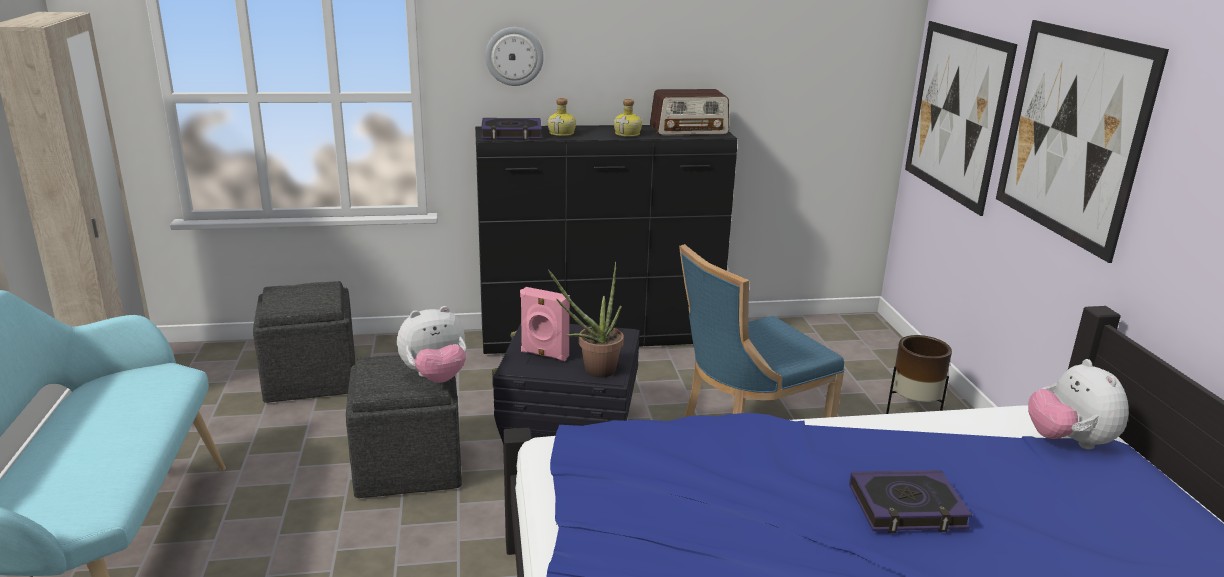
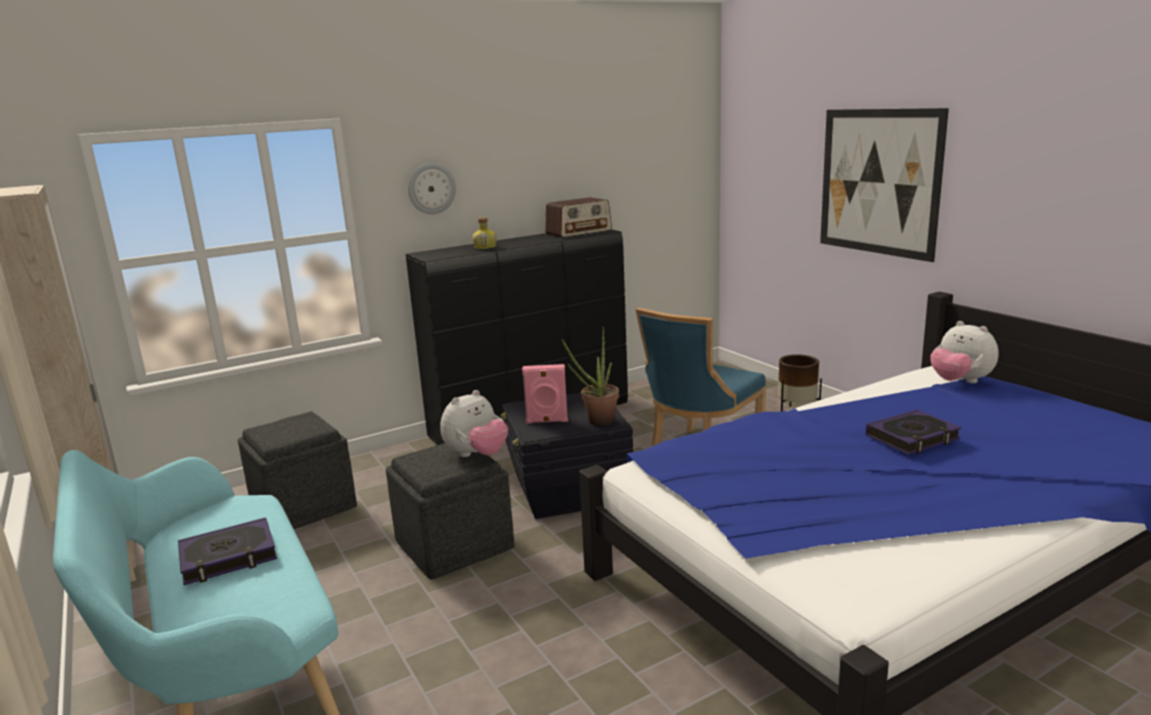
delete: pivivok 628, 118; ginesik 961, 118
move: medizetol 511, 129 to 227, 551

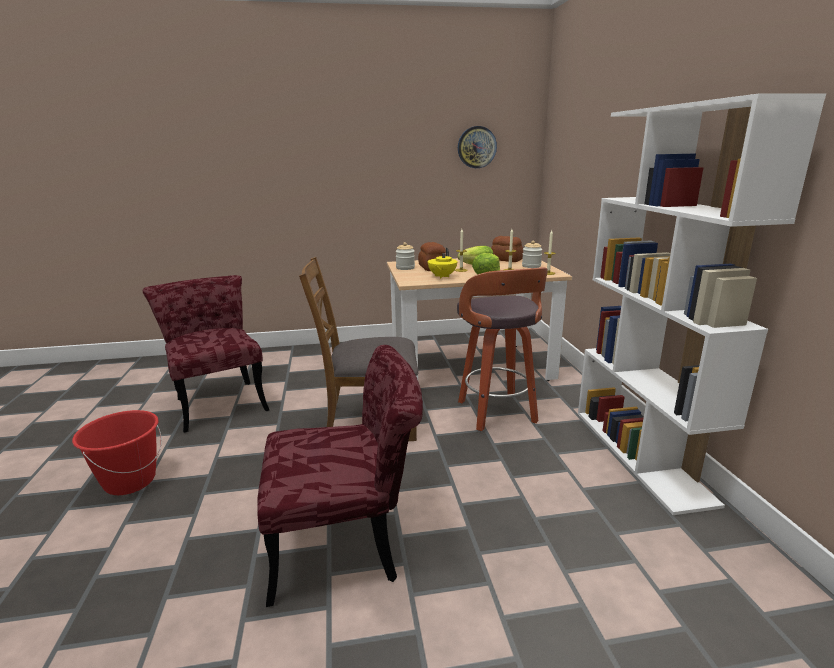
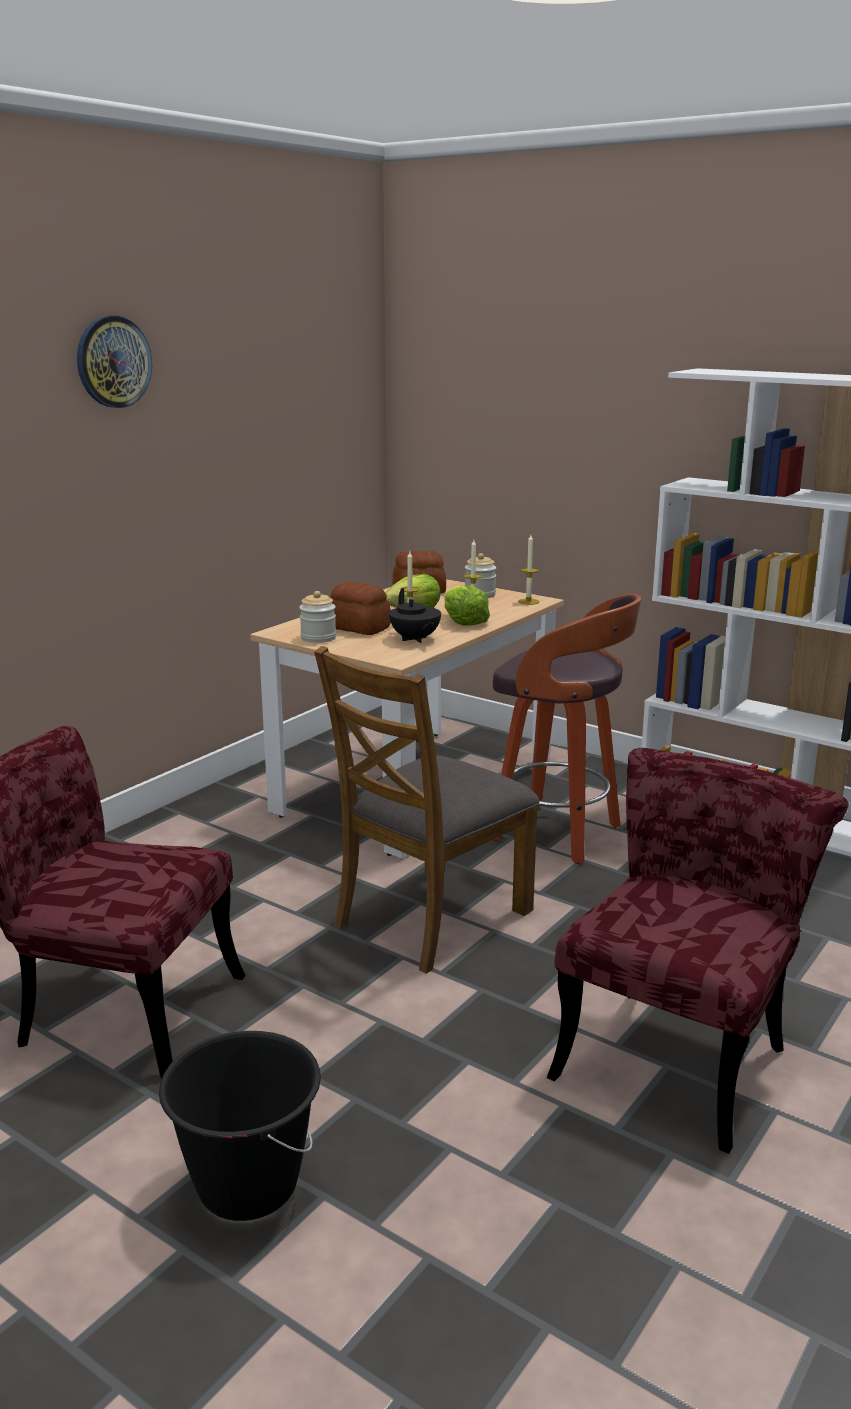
move: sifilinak 477, 147 to 114, 361
recolor: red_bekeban 117, 452 to black_bekeban 240, 1126; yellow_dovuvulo 442, 263 to black_dovuvulo 415, 615

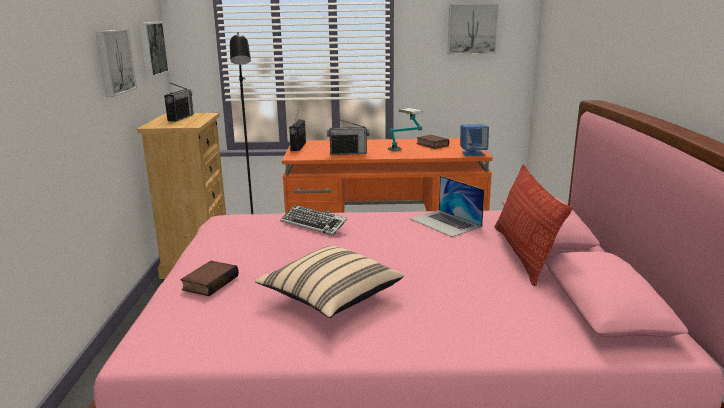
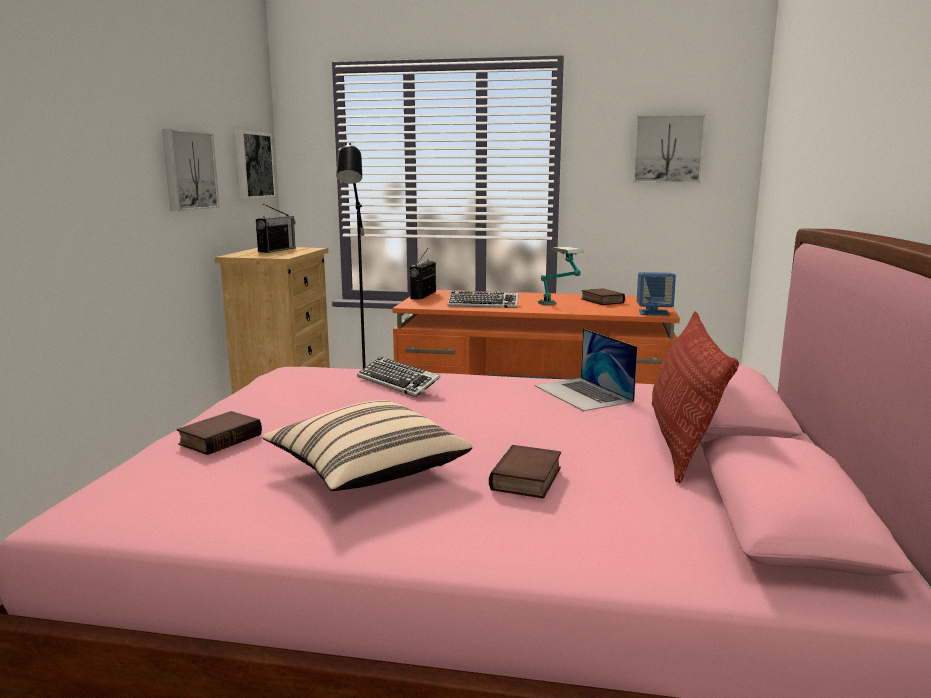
insert: medizetol 525, 472
replace: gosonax 348, 136 to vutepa 483, 299

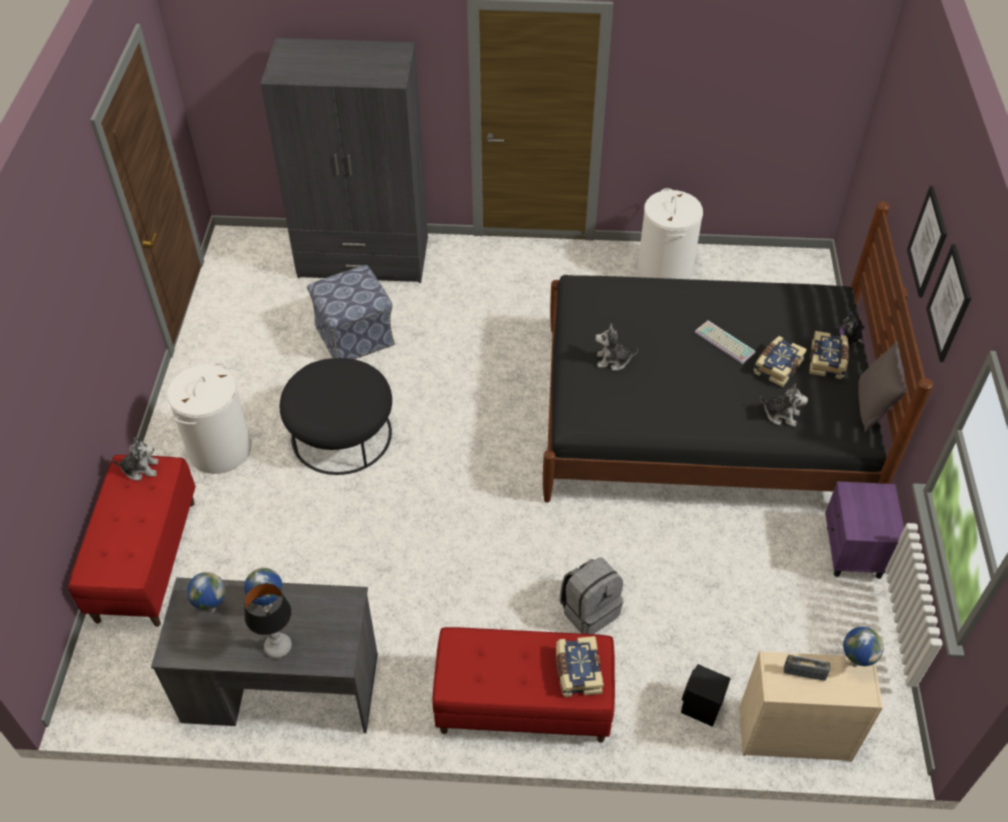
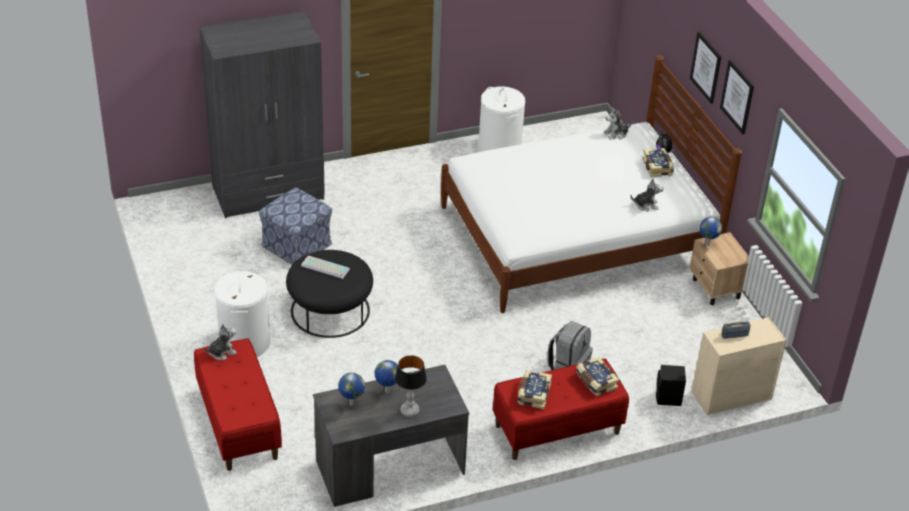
delete: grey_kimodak 882, 386
move: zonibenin 616, 347 to 618, 124; vutepa 725, 342 to 325, 267; medizetol 780, 361 to 535, 389; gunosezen 863, 647 to 710, 231
recolor: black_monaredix 738, 352 to white_monaredix 591, 184; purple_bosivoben 864, 530 to beige_bosivoben 719, 268

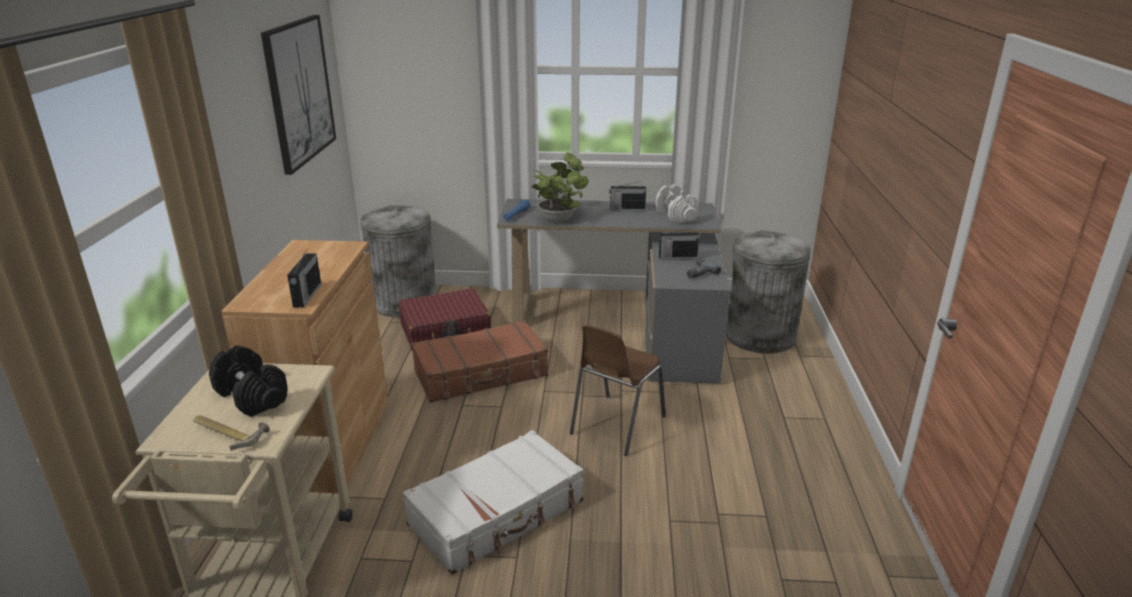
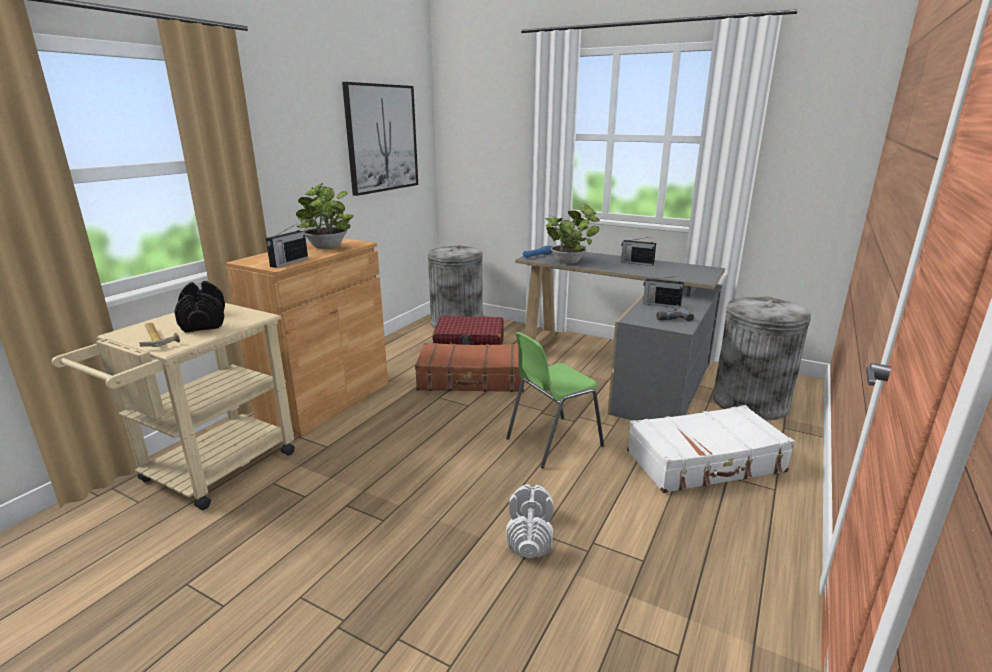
insert: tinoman 325, 216
move: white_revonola 493, 502 to 711, 449; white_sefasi 677, 204 to 529, 521
recolor: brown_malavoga 618, 390 to green_malavoga 555, 400

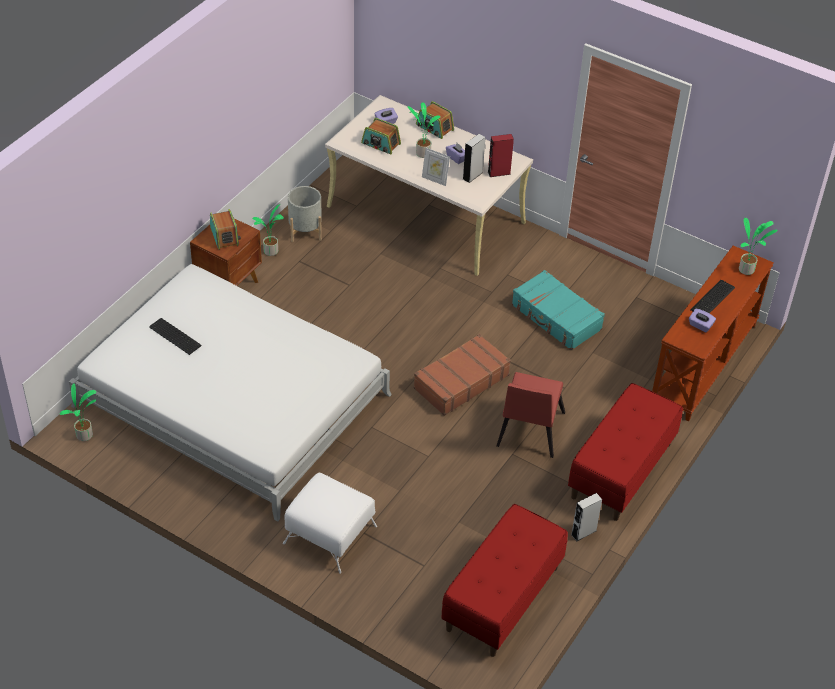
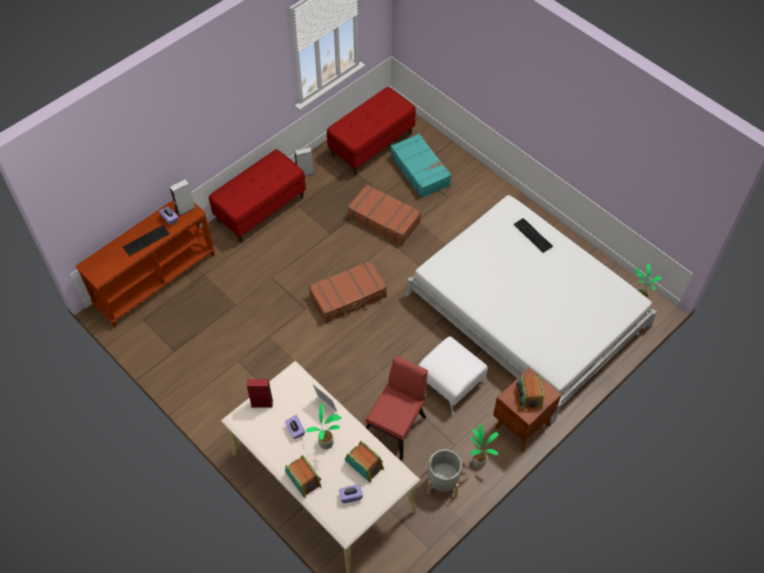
delete: tinoman 758, 246
insert: brown_revonola 384, 214
move: vutepa 175, 336 to 533, 235; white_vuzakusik 330, 523 to 453, 375; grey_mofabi 474, 158 to 183, 197; red_malavoga 530, 415 to 397, 407; turquoise_revonola 558, 310 to 420, 166

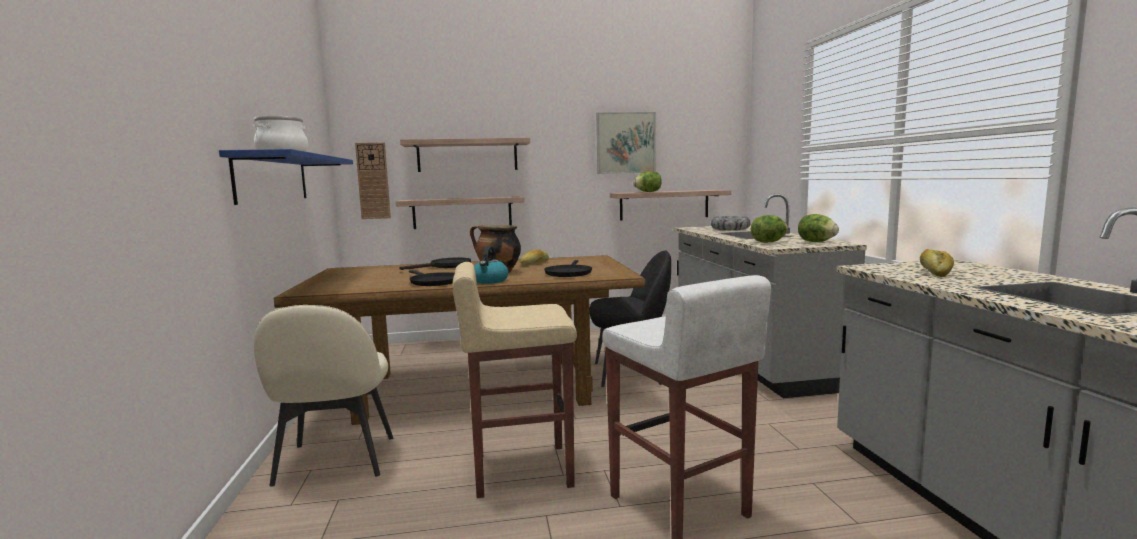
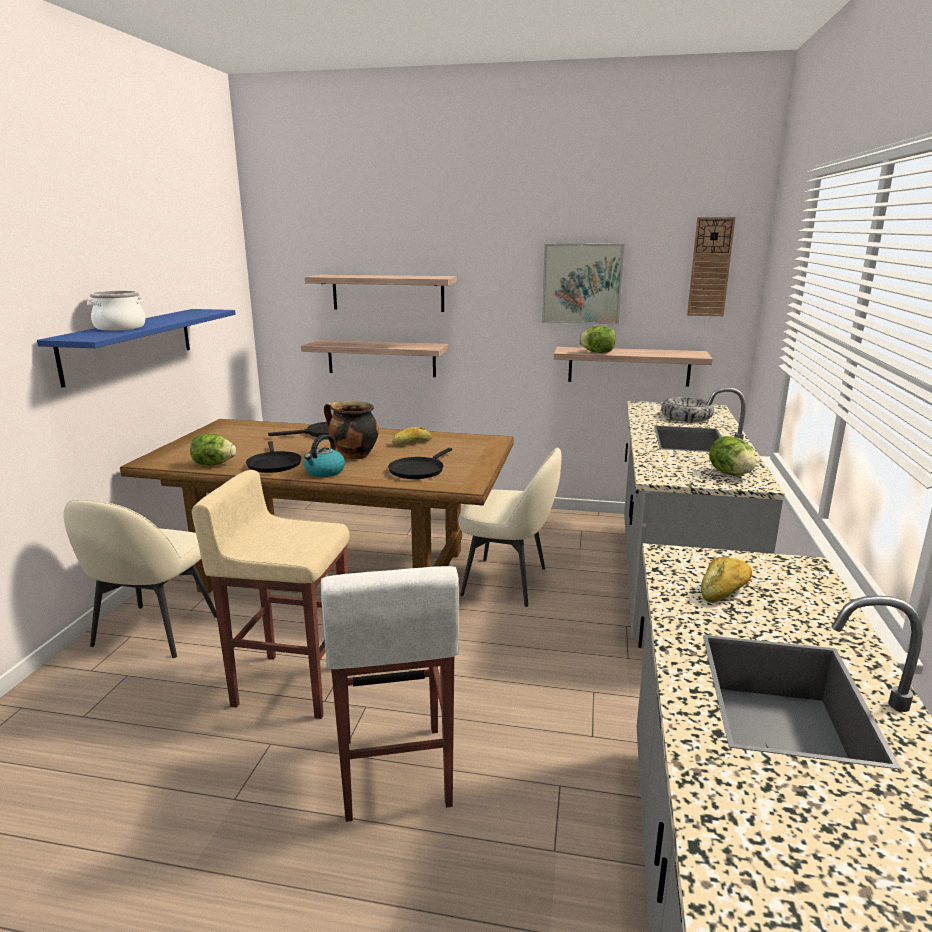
move: sifilinak 373, 181 to 711, 266; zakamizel 769, 229 to 213, 449
recolor: black_malavoga 630, 319 to beige_malavoga 510, 527

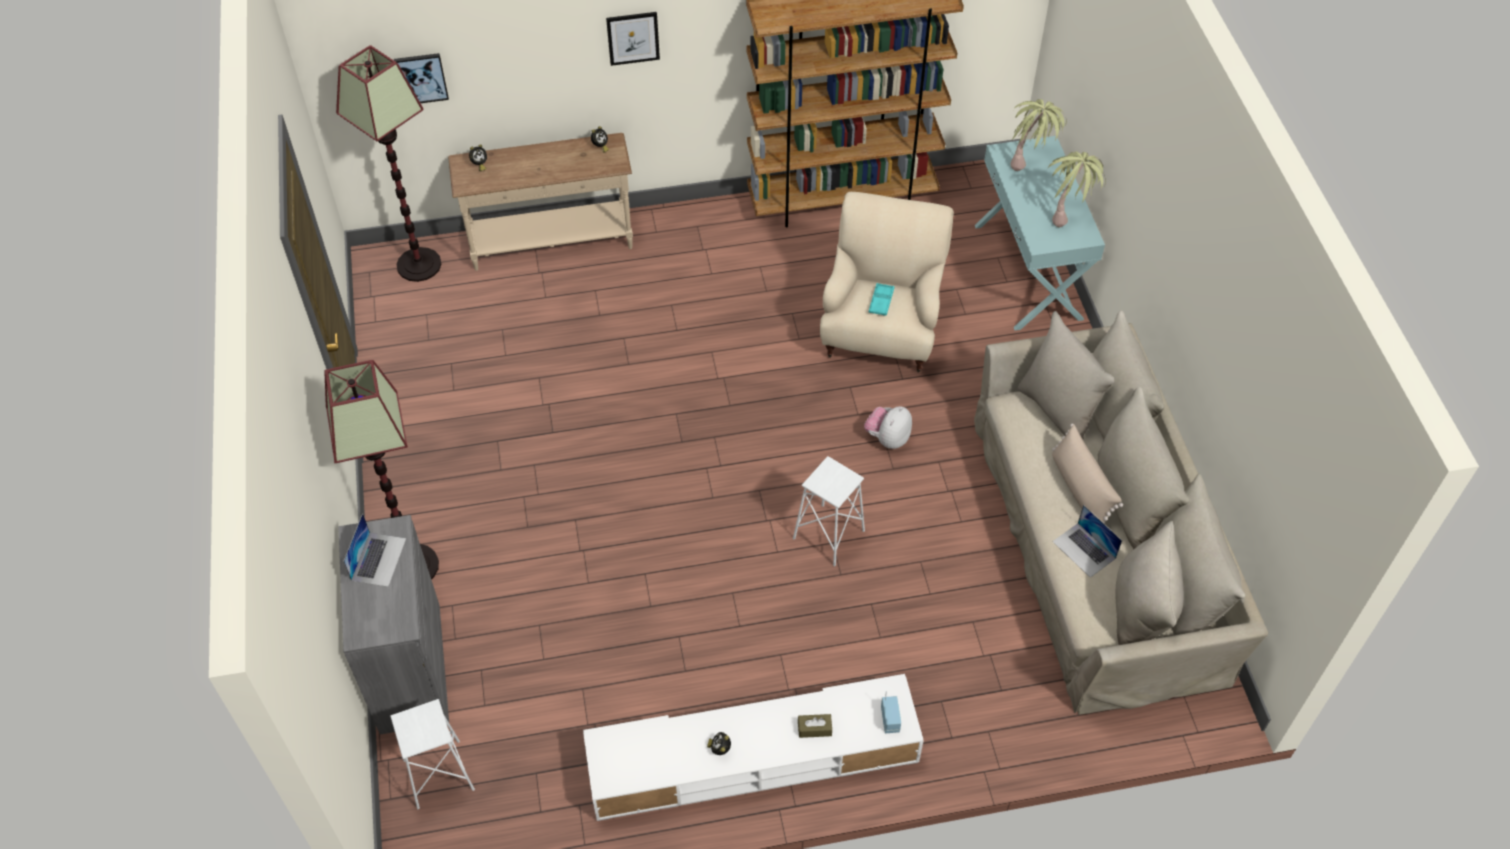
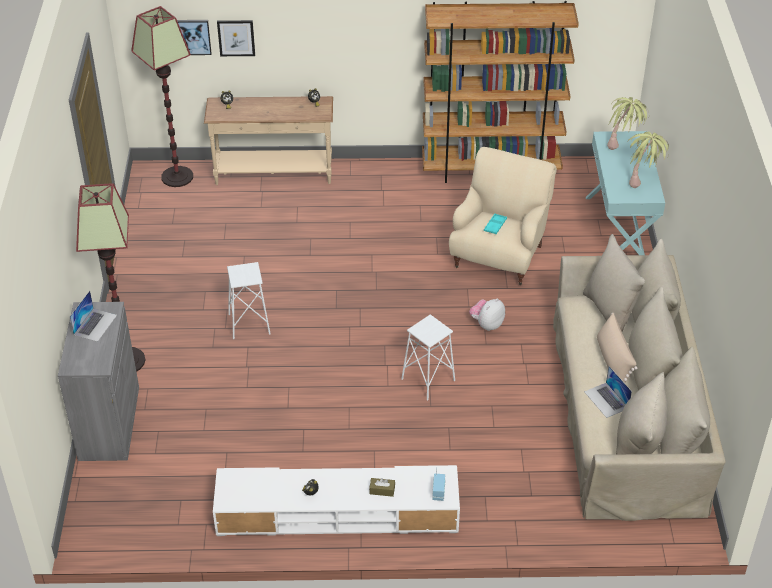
move: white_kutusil 432, 754 to 249, 300; ginesik 633, 39 to 236, 38

